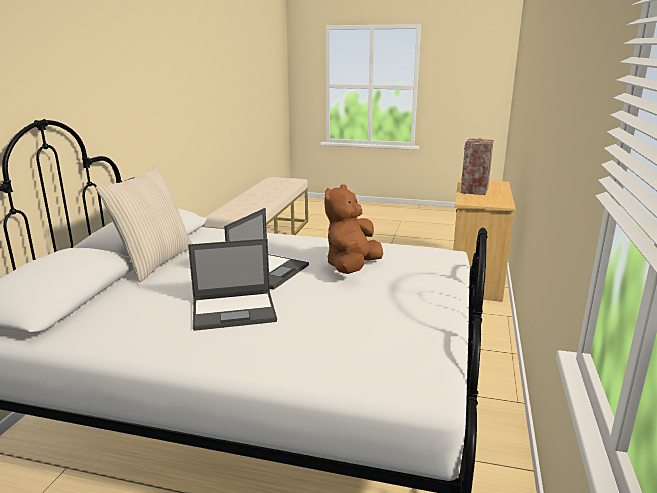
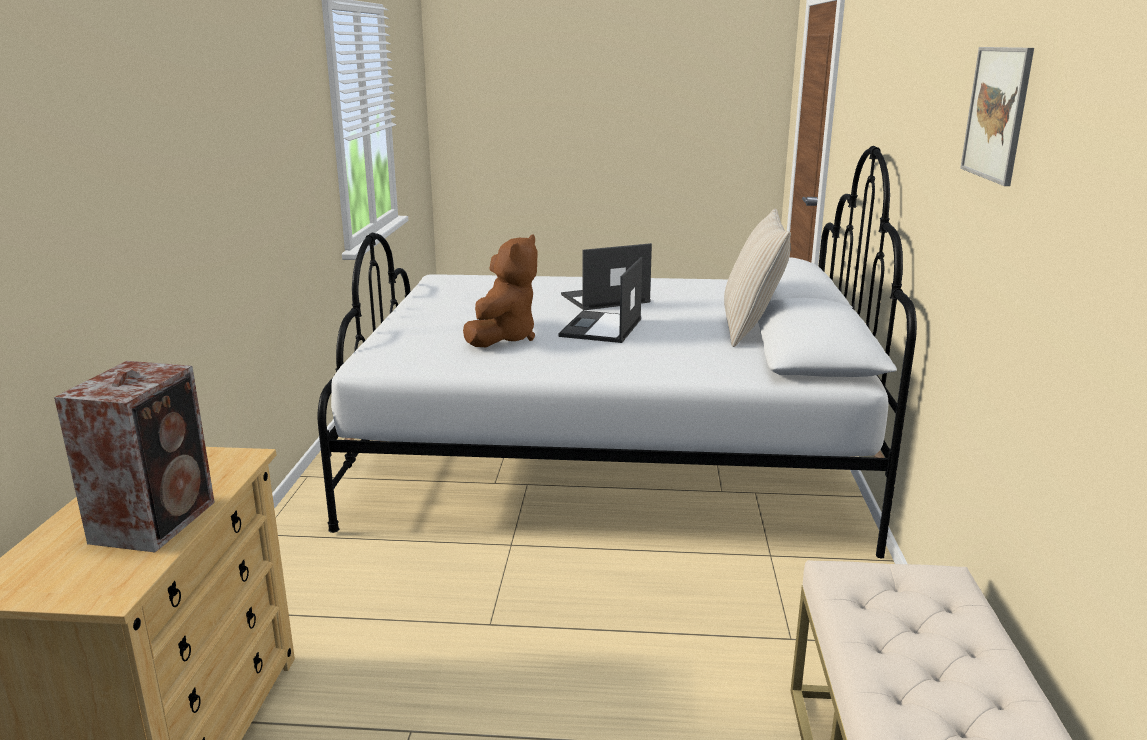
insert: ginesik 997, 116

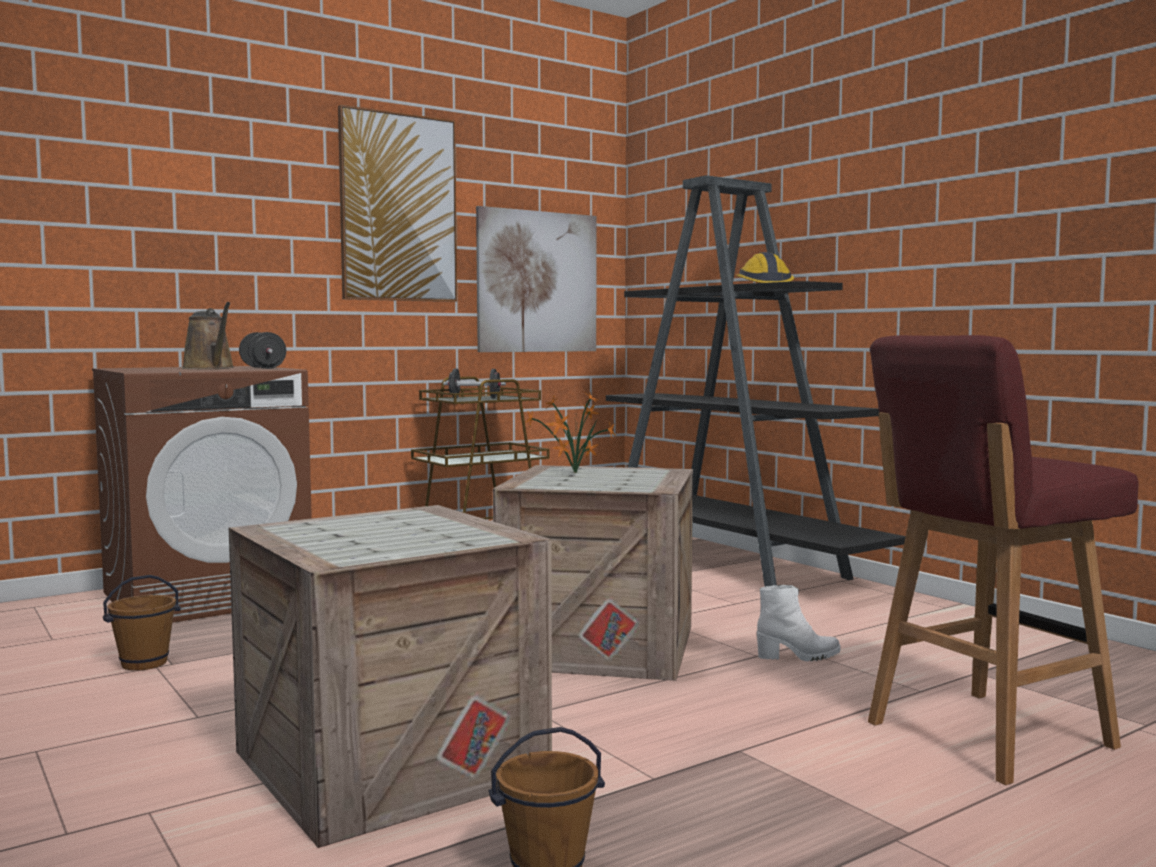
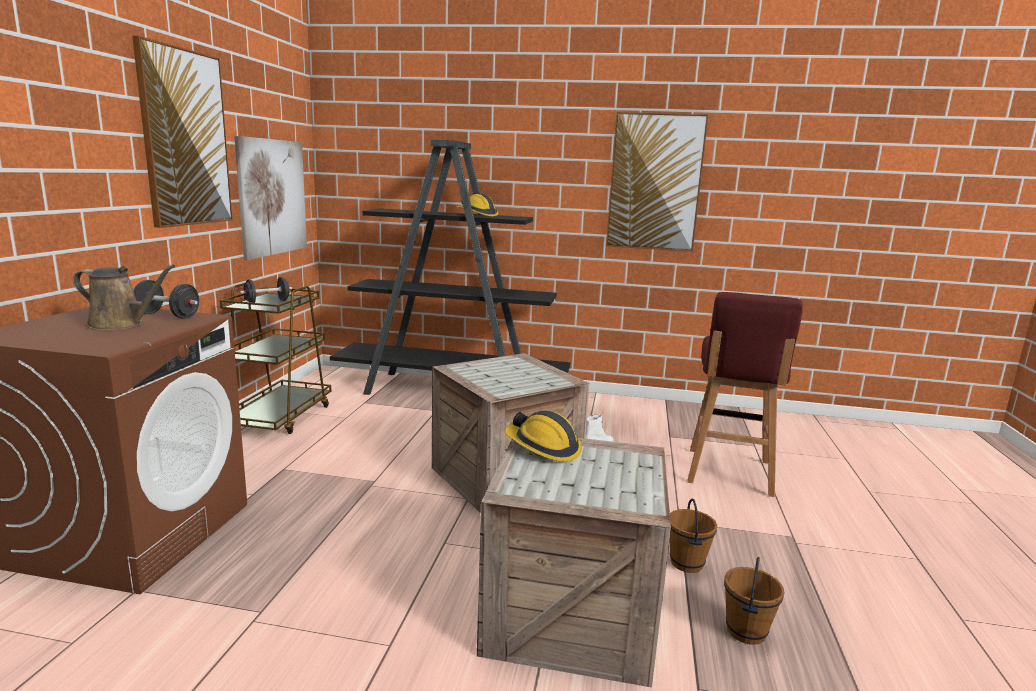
delete: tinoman 570, 433
insert: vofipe 543, 436; ginesik 657, 182
move: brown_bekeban 142, 623 to 693, 535

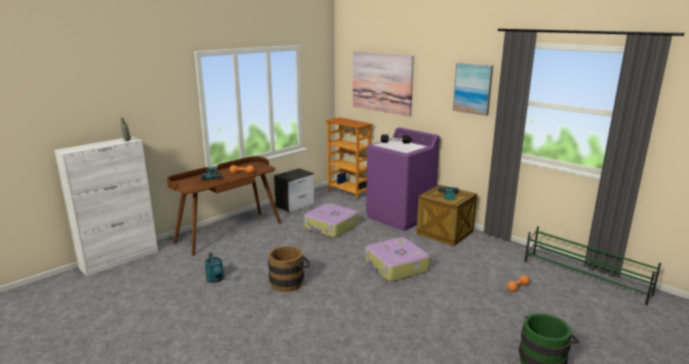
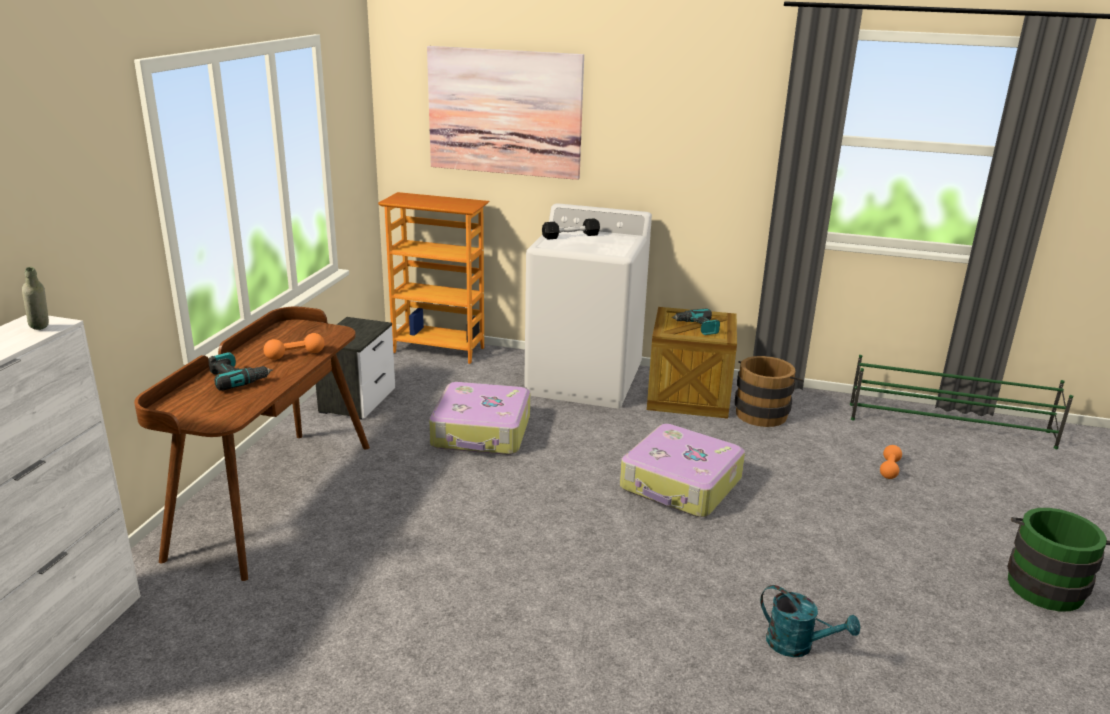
delete: ginesik 473, 89
move: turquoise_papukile 214, 267 to 810, 621; brown_bekeban 289, 269 to 769, 391
recolor: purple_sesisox 403, 179 to white_sesisox 588, 306

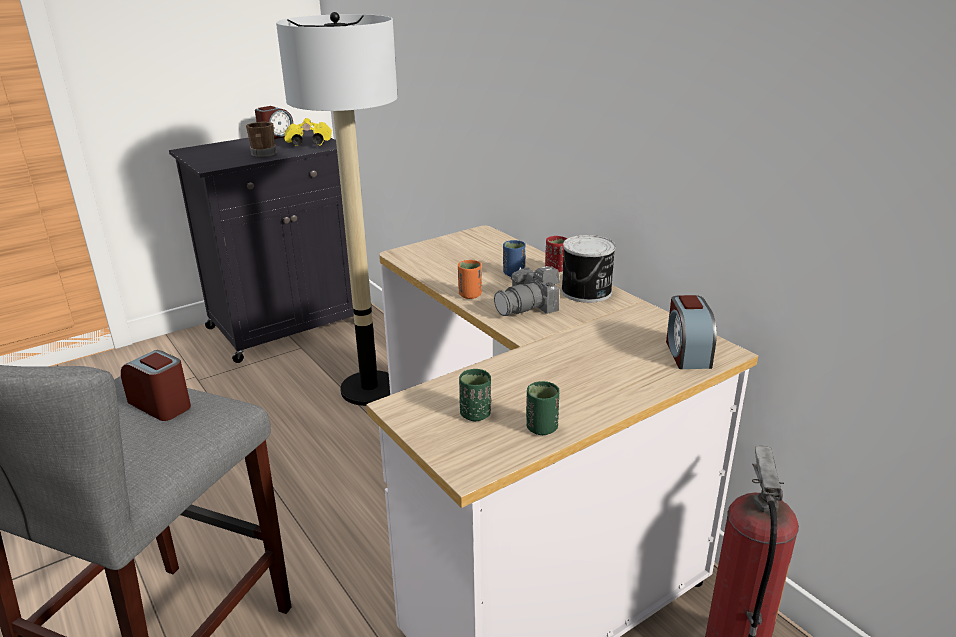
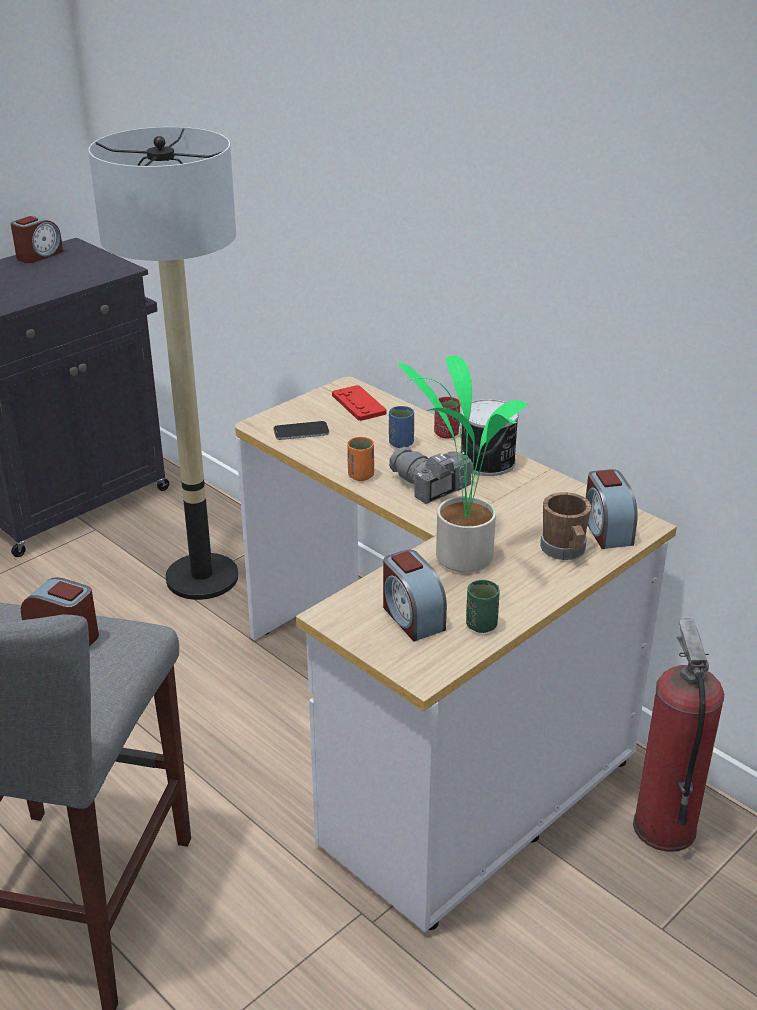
delete: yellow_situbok 308, 132
insert: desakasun 301, 430; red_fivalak 359, 403; tinoman 462, 464
move: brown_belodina 261, 139 to 565, 526
replace: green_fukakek 475, 395 to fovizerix 415, 596
rotate: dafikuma 527, 291 = 431, 475 90 degrees clockwise

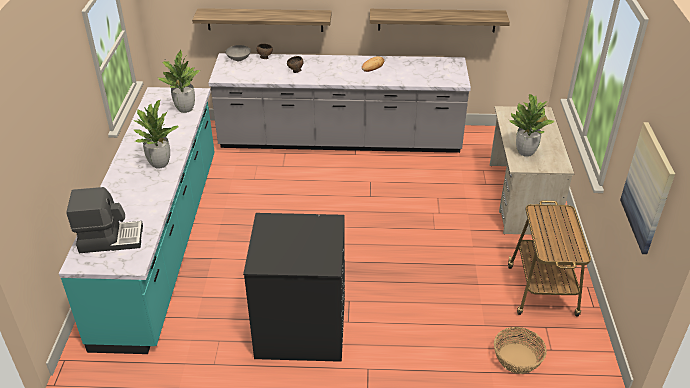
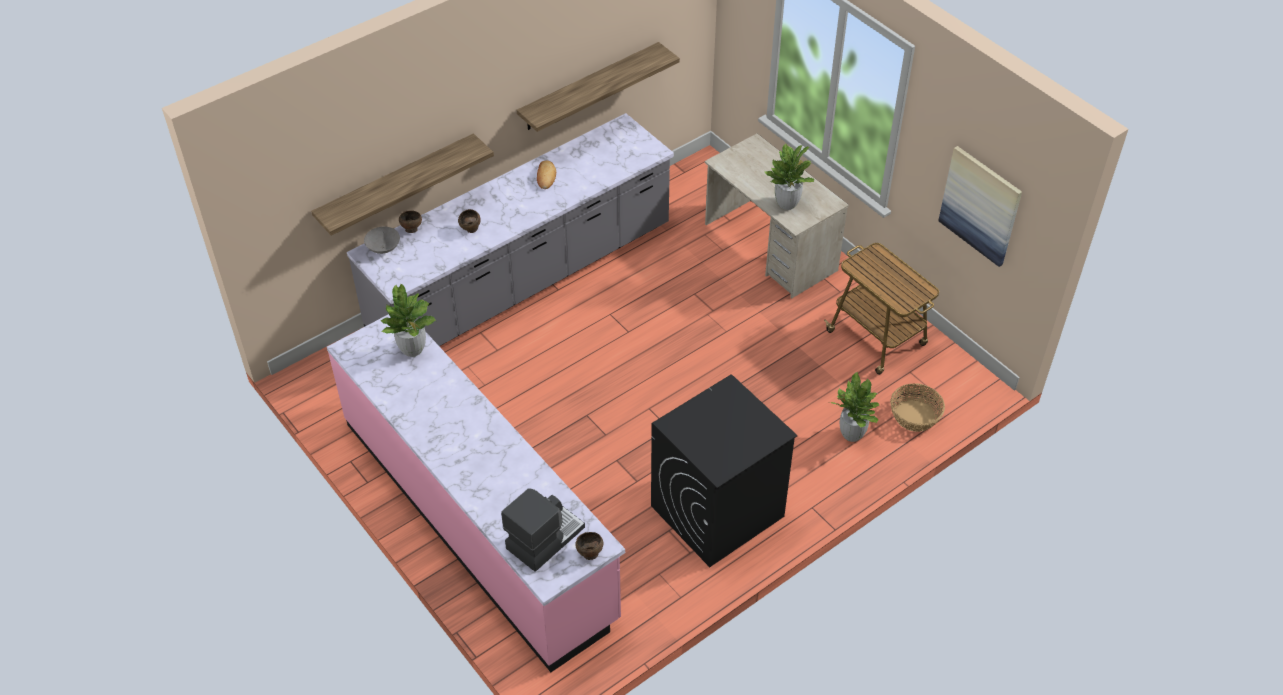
insert: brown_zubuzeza 589, 546
move: tinoman 156, 134 to 853, 407
recolor: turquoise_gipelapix 137, 220 to pink_gipelapix 476, 493

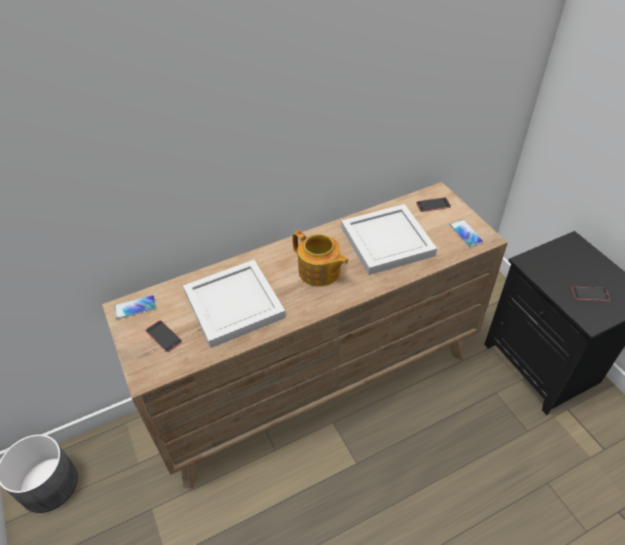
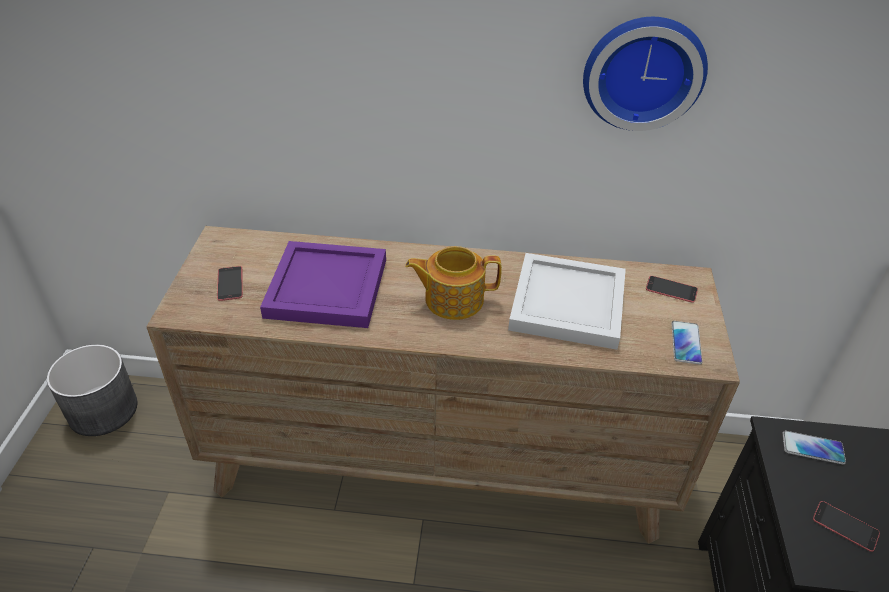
insert: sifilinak 645, 74
move: desakasun 135, 307 to 814, 448
recolor: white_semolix 234, 304 to purple_semolix 323, 284
rotate: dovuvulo 320, 258 = 453, 283 105 degrees clockwise

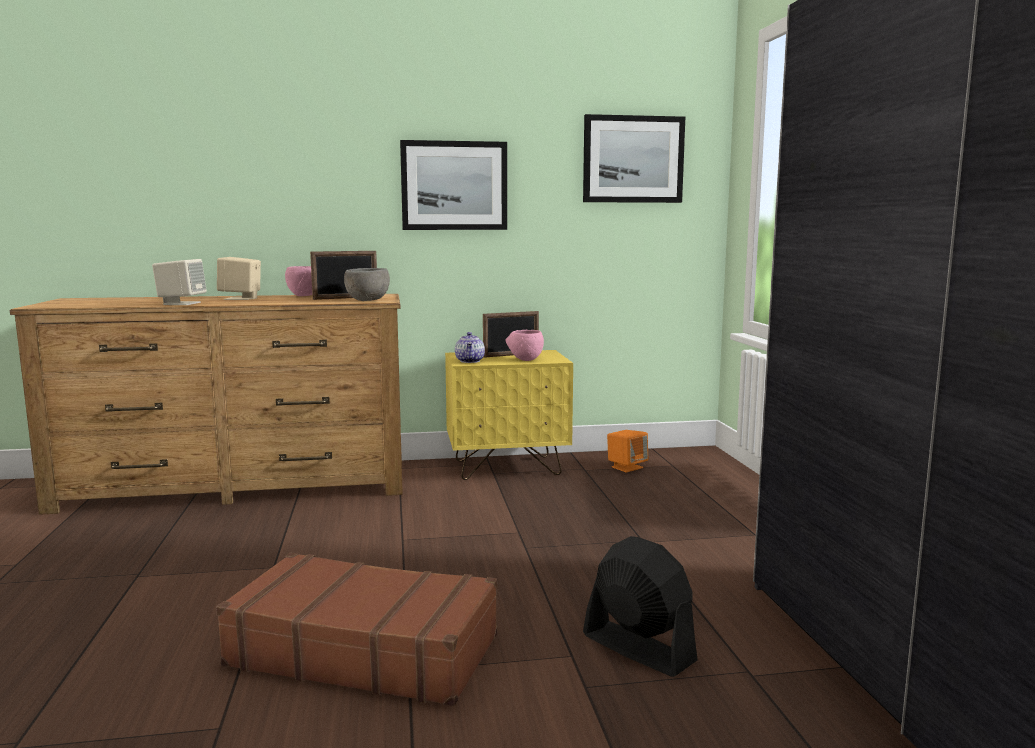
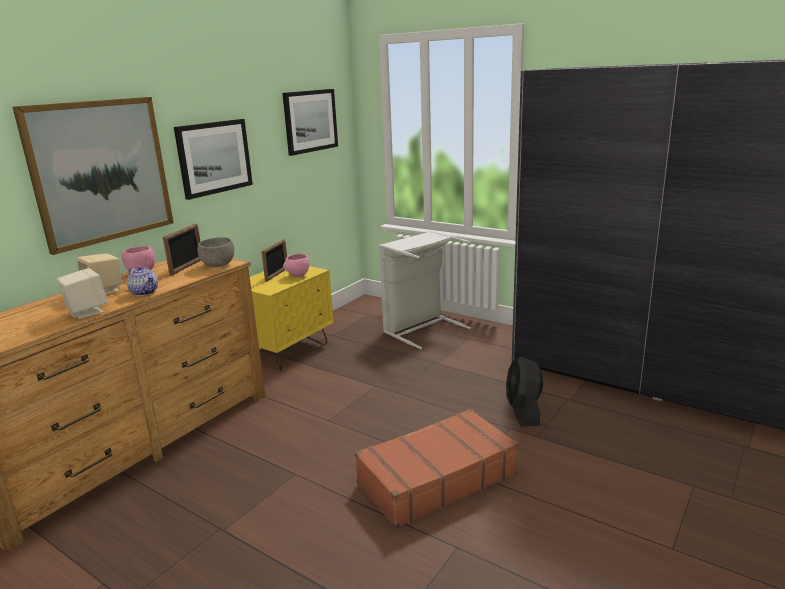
delete: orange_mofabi 627, 451
insert: ginesik 93, 176; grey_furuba 425, 290
move: dovuvulo 470, 347 to 142, 281
rotate: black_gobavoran 640, 606 = 524, 391 90 degrees counterclockwise

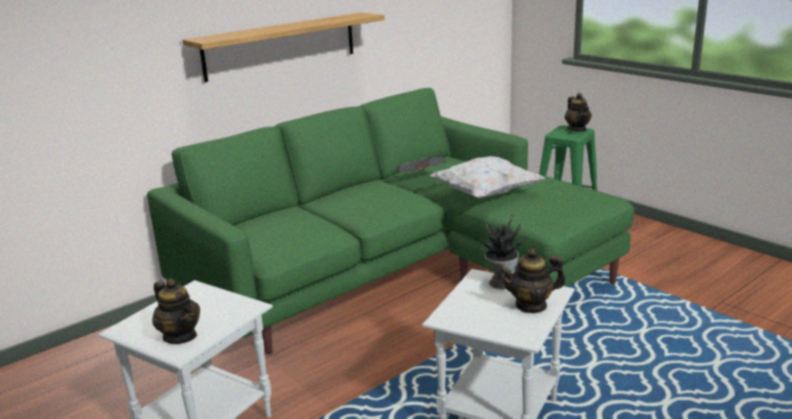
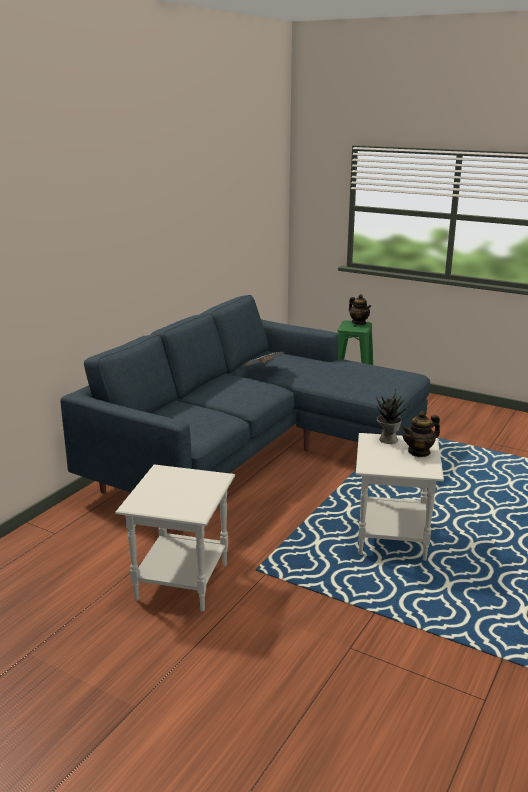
delete: dovuvulo 176, 311; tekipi 283, 47; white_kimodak 487, 177
recolor: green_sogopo 390, 221 to blue_sogopo 245, 394

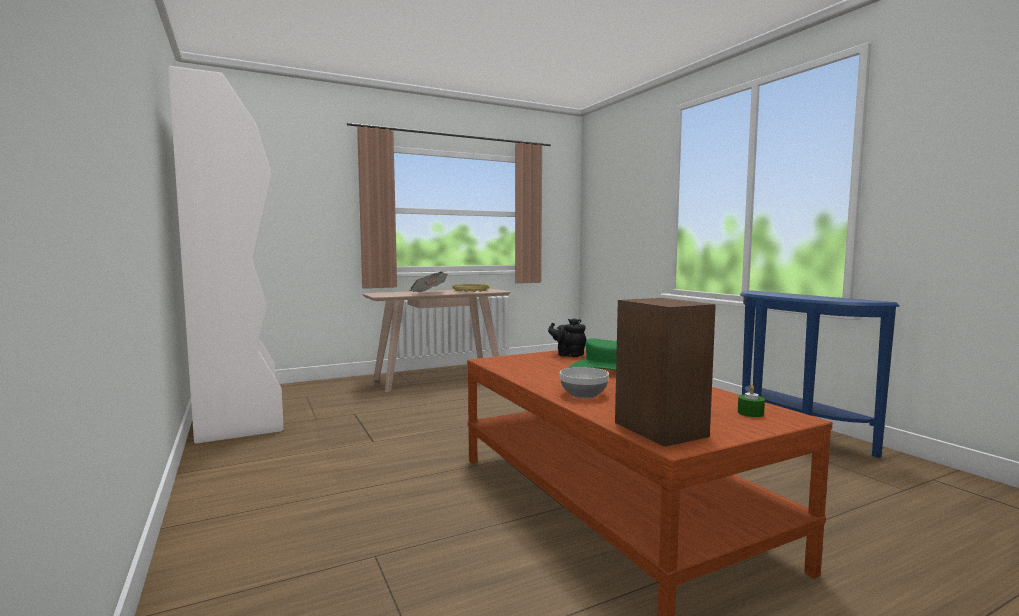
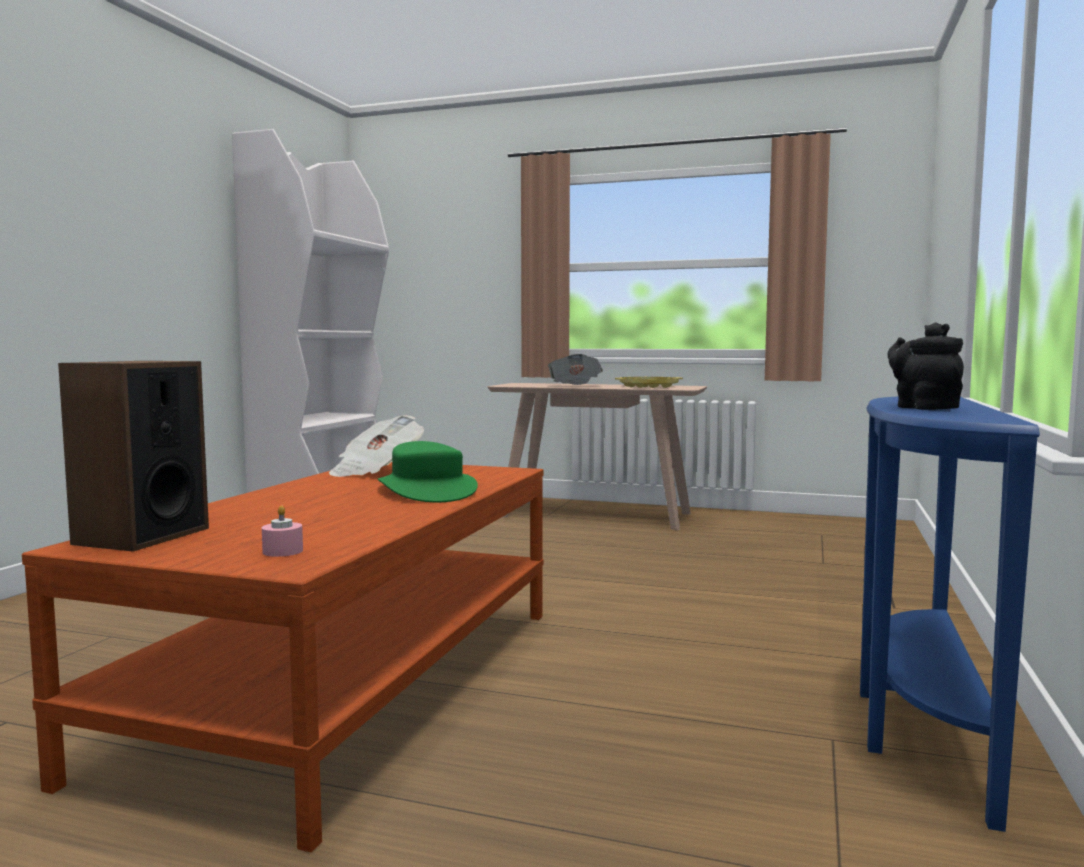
delete: zubuzeza 584, 382
insert: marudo 376, 446
move: black_dovuvulo 567, 337 to 926, 366
recolor: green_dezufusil 751, 401 to pink_dezufusil 282, 531

